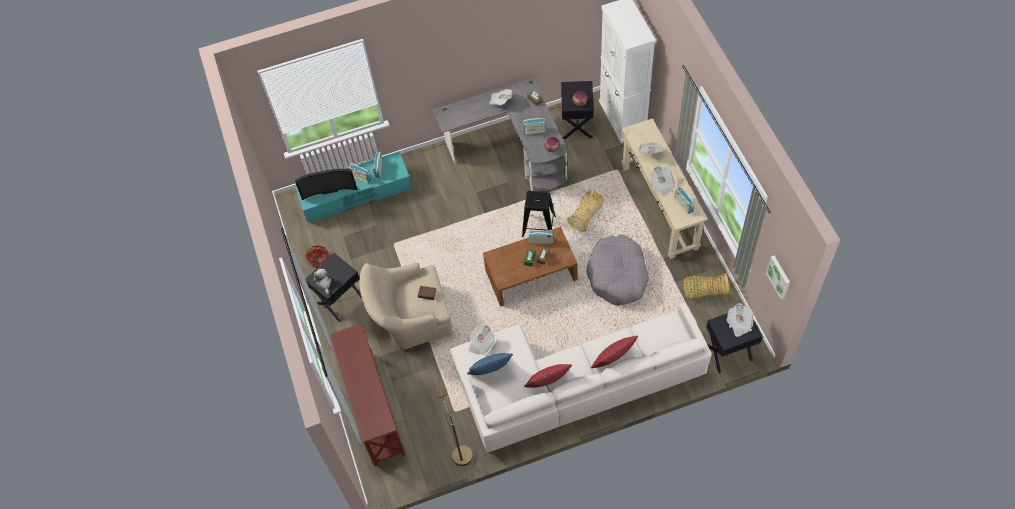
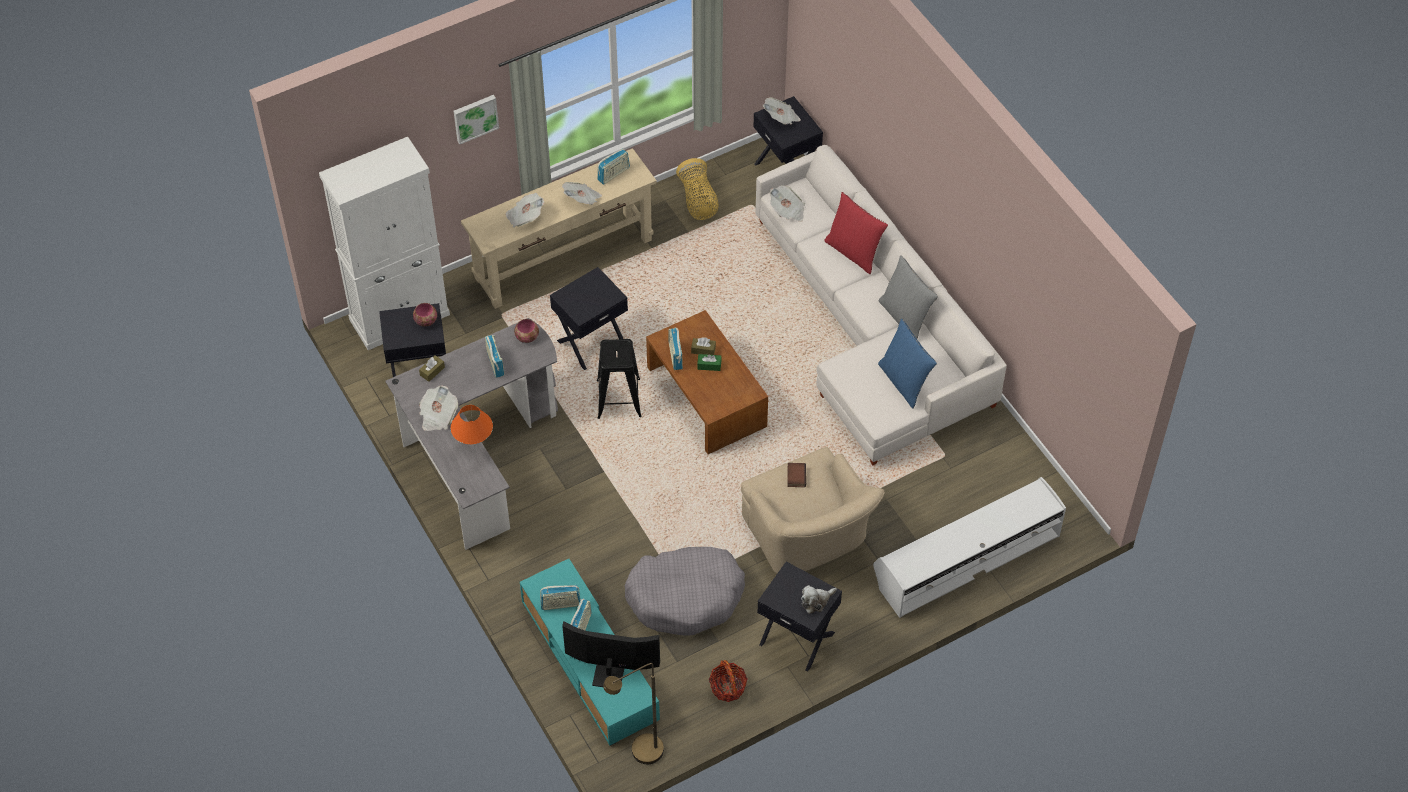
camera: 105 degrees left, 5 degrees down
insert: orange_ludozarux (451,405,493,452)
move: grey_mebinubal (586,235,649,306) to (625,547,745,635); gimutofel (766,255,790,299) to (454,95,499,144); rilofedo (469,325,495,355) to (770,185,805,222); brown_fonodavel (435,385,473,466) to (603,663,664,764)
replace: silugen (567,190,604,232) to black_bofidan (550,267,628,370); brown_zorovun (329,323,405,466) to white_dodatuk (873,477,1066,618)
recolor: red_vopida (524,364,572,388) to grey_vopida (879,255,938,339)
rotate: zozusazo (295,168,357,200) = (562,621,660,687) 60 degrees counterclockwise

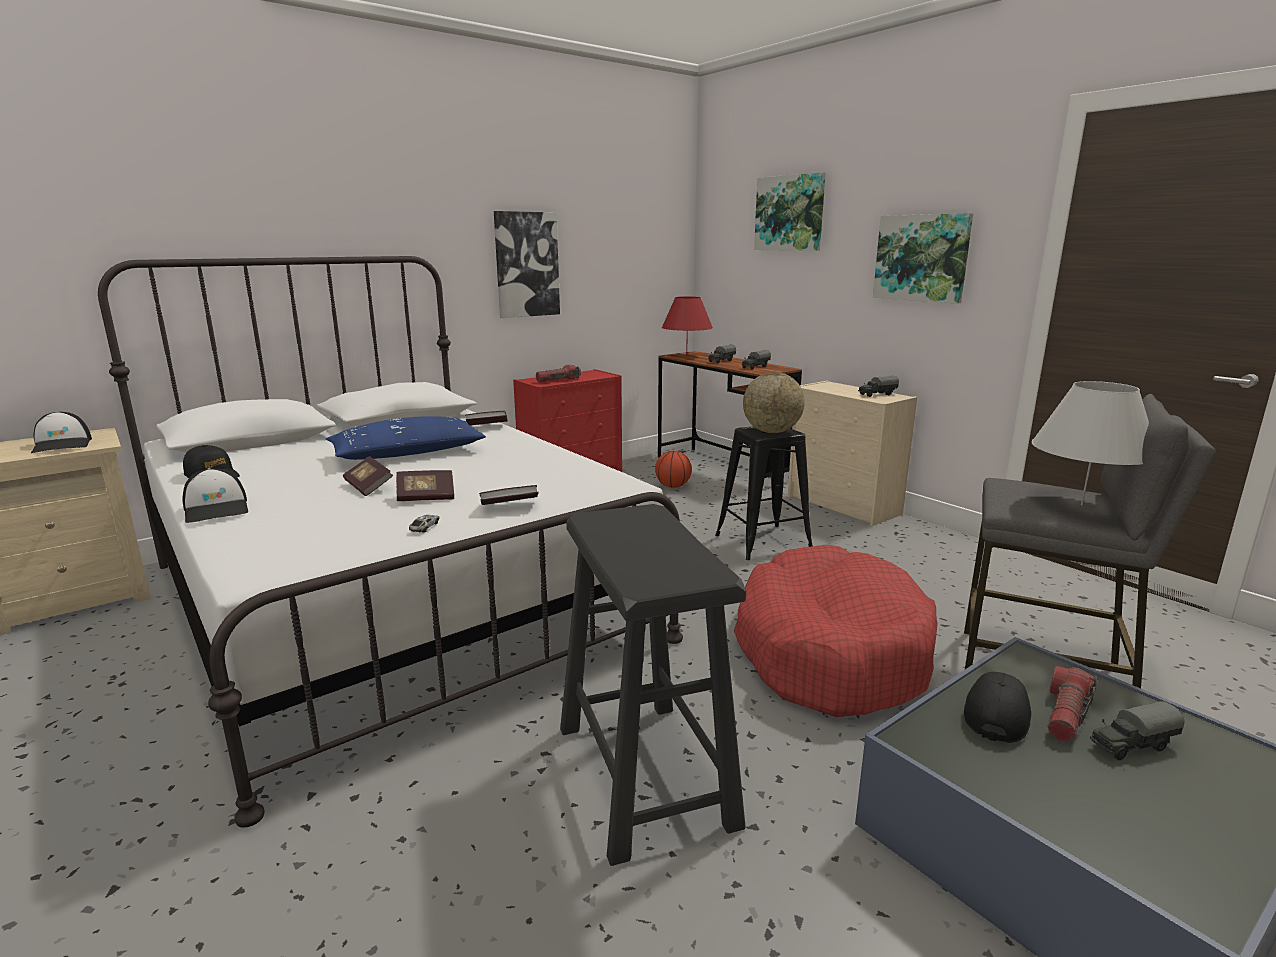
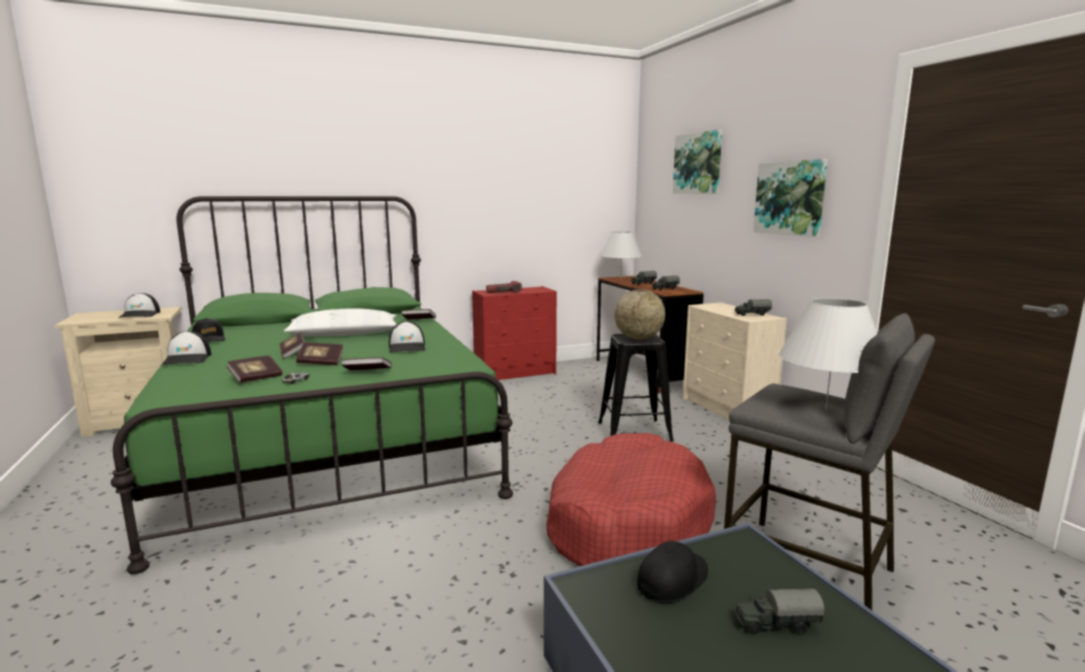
camera: 15 degrees right, 5 degrees down
delete: gimutofel (494,211,560,318); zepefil (655,451,692,488); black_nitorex (560,504,746,866); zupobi (1048,666,1097,742)
insert: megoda (389,321,425,353); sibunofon (226,355,283,383)
recolor: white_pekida (98,256,683,828) to green_pekida (111,196,513,574); red_ludozarux (662,296,713,356) to white_ludozarux (601,231,643,279); blue_vopida (326,416,486,460) to white_vopida (284,308,397,336)

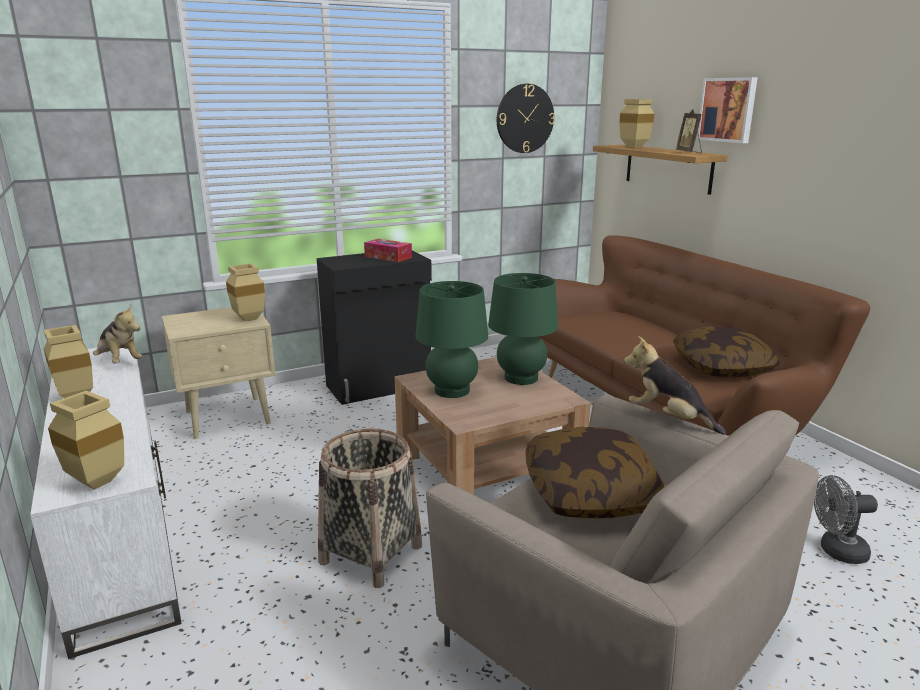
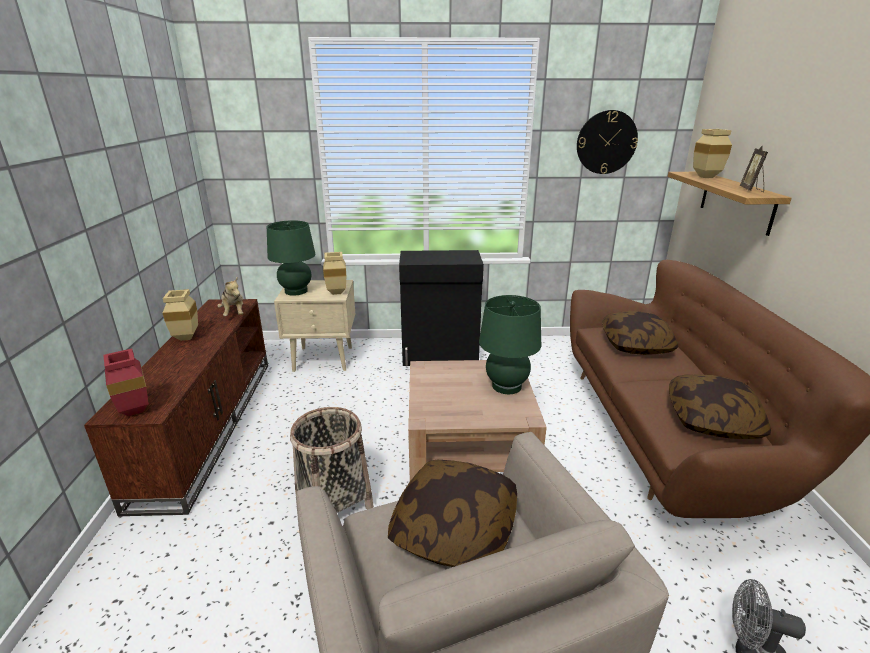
camera: 25 degrees right, 5 degrees up
delete: gimutofel (697,77,758,143); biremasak (364,239,412,262); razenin (624,336,726,435)
insert: vopida (602,311,678,355)
move: green_ludozarux (415,281,488,398) to (267,220,315,296)
recolor: white_dodatuk (30,348,181,659) to brown_dodatuk (84,299,268,516); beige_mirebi (48,391,124,490) to red_mirebi (103,349,149,416)

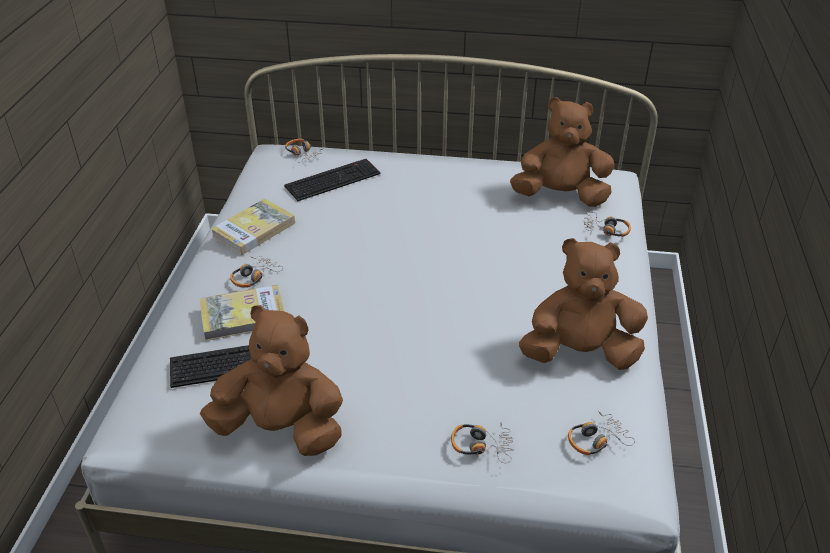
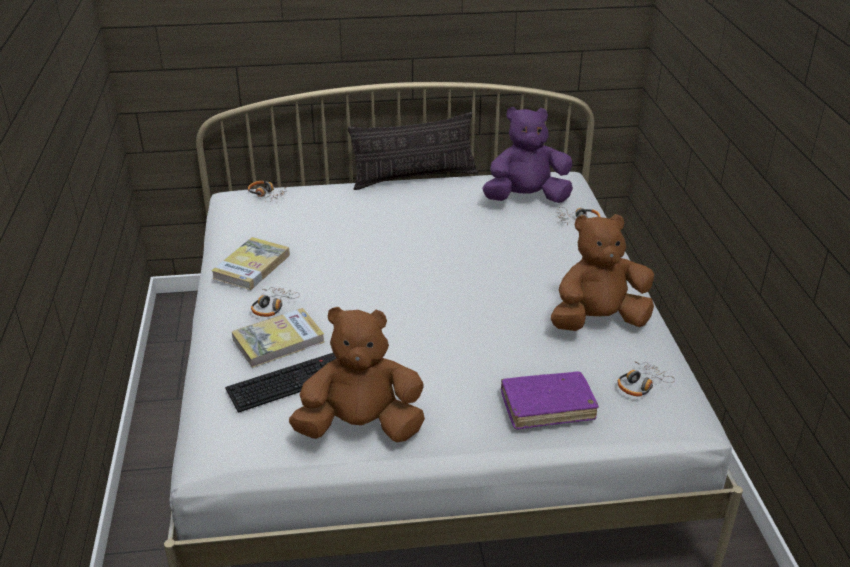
camera: 15 degrees left, 5 degrees down
delete: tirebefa (284,159,381,201)
insert: vopida (348,112,478,190)
replace: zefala (451,422,514,463) to purple_sibunofon (501,372,599,430)
recolor: brown_razenin (510,97,614,207) to purple_razenin (482,107,573,203)

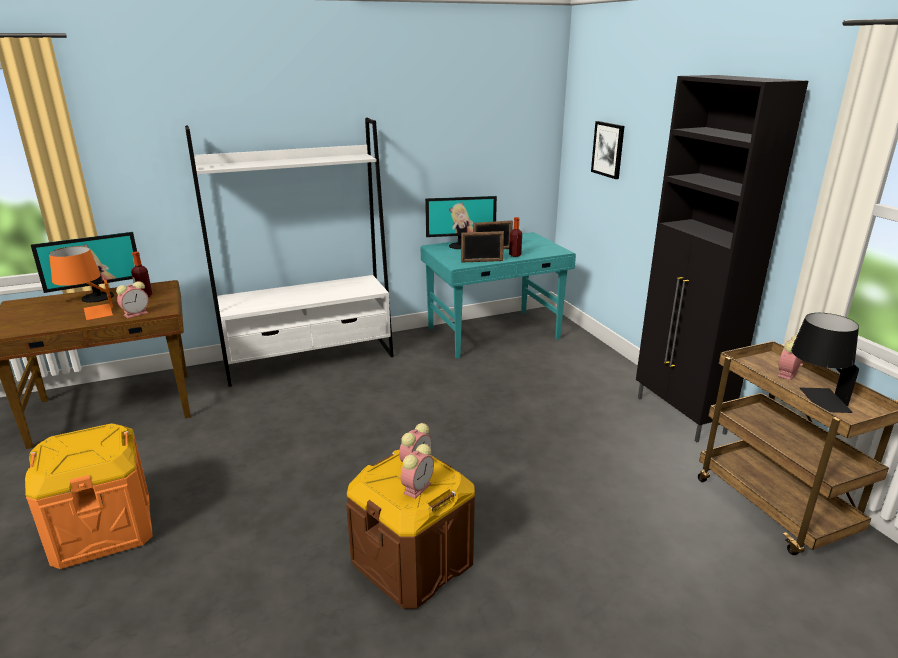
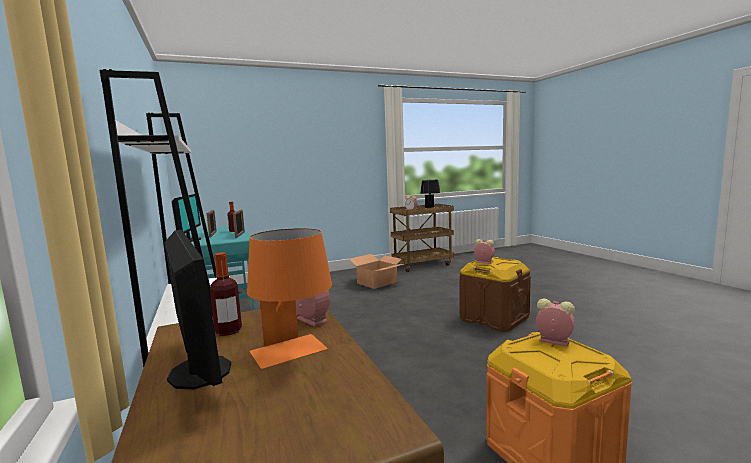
camera: 90 degrees left, 15 degrees down
delete: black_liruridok (636,75,808,443); gimutofel (591,121,624,179)
insert: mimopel (349,254,404,289)
move: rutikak (401,444,434,499) to (536,298,575,347)

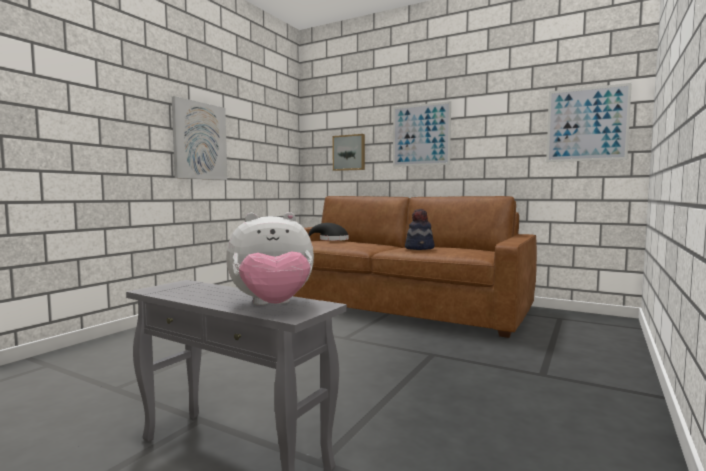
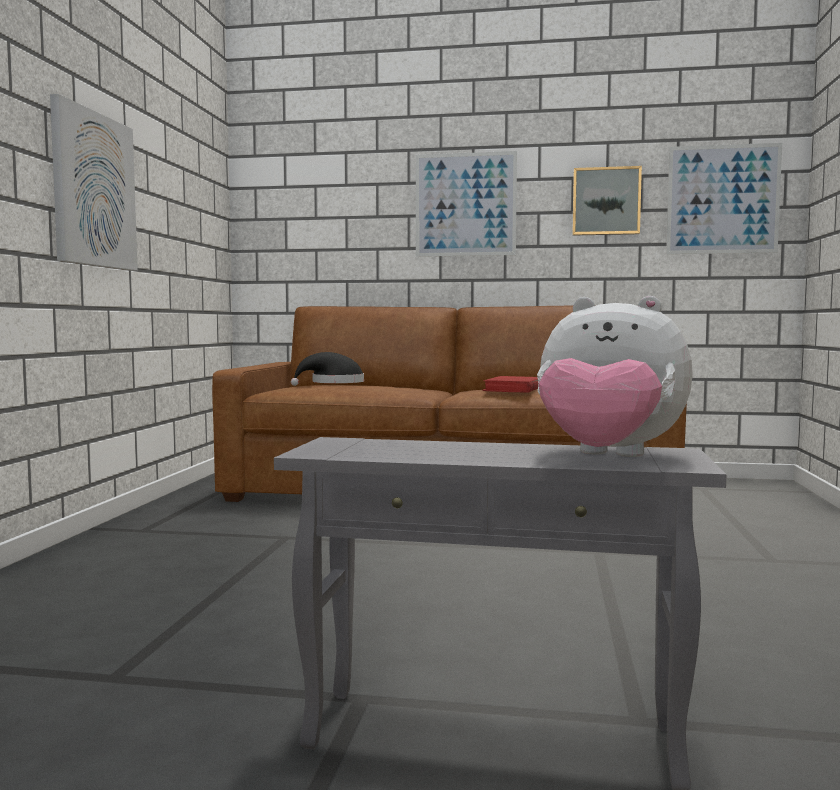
camera: 20 degrees left, 0 degrees up
move: gimutofel (333,134,365,171) to (572,166,642,236)
replace: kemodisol (405,209,434,250) to red_sibunofon (482,376,538,393)
rotate: razenin (226,212,314,305) = (537,296,693,457) 60 degrees clockwise

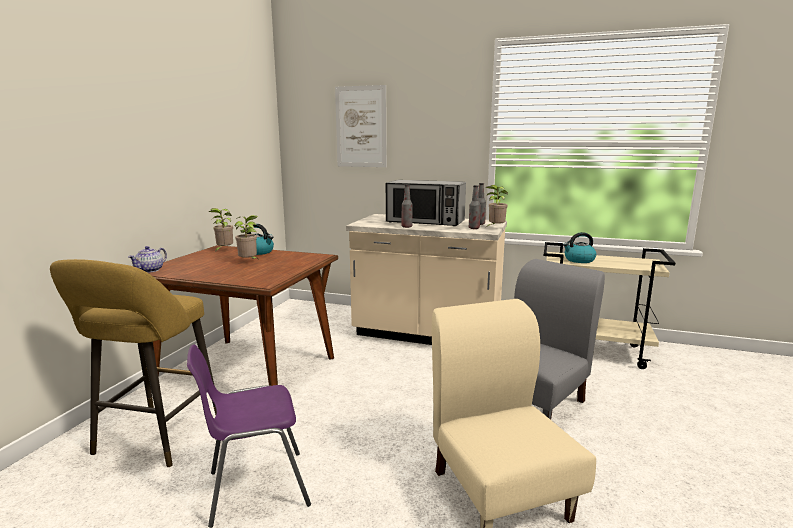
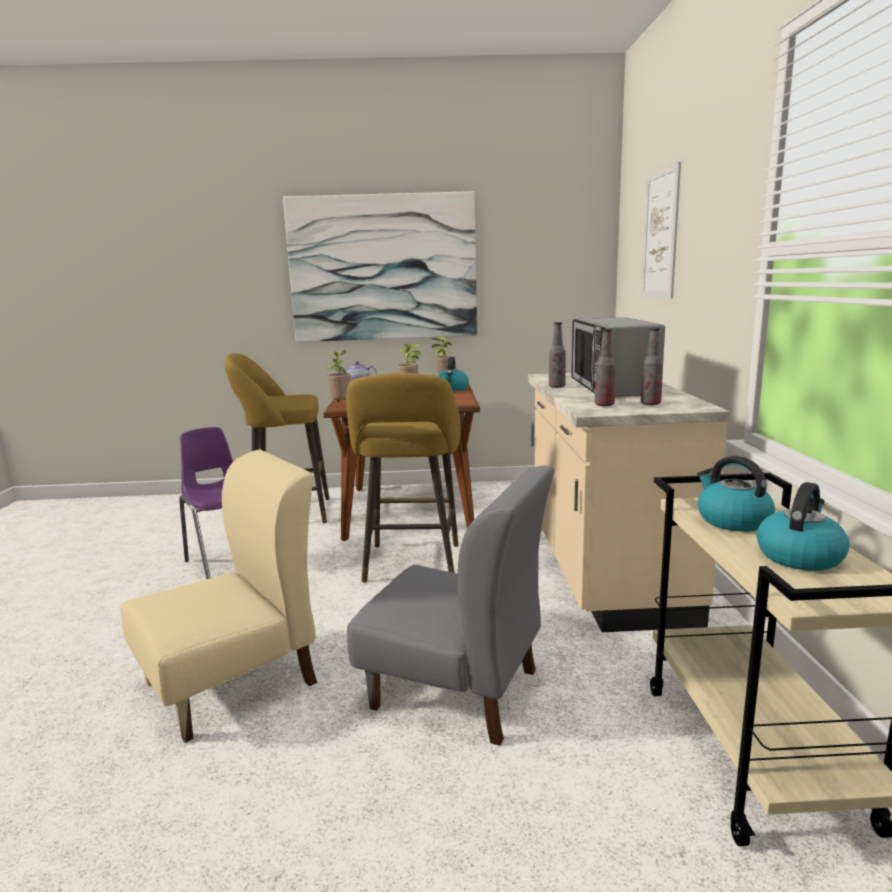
camera: 70 degrees right, 0 degrees up
insert: gimutofel (283,191,477,342); yellow_nitorex (346,373,460,582); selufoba (757,482,850,571)
move: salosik (486,185,508,227) to (327,350,351,402)

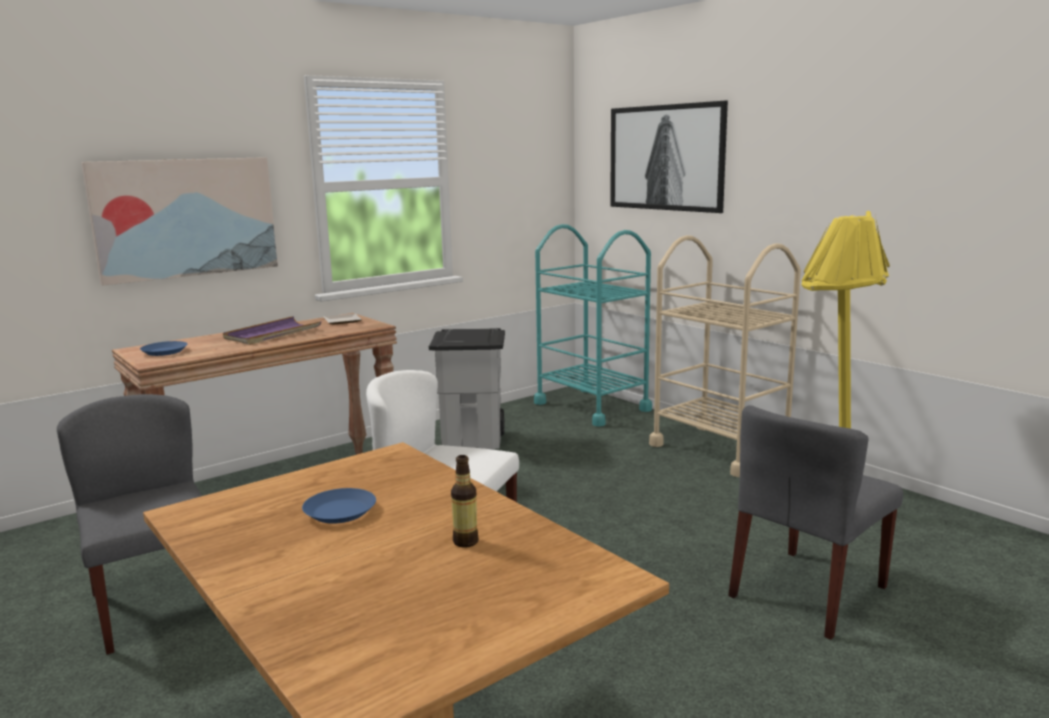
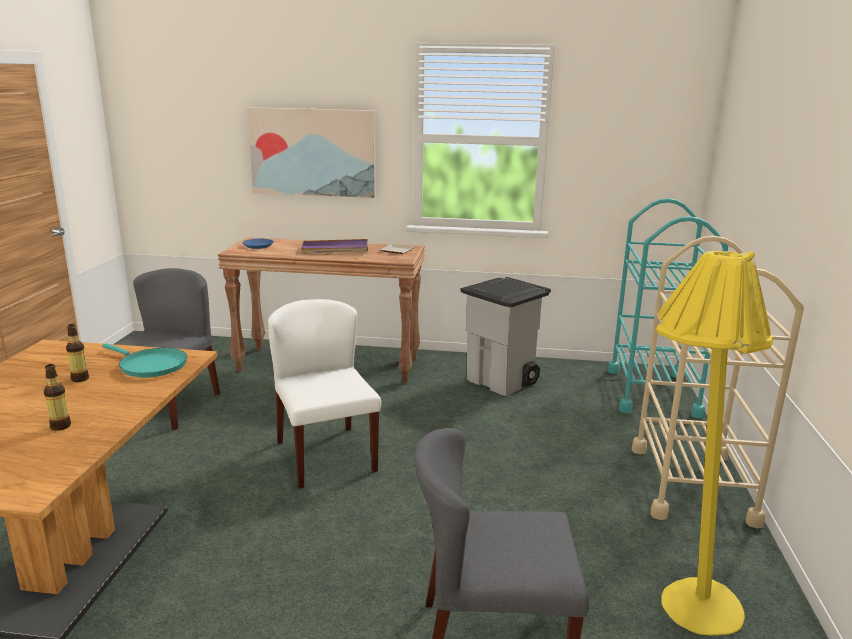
camera: 45 degrees right, 5 degrees up
delete: gimutofel (610,101,728,213)
insert: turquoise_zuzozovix (102,343,187,377)
replace: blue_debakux (302,488,376,524) to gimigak (66,324,89,382)

